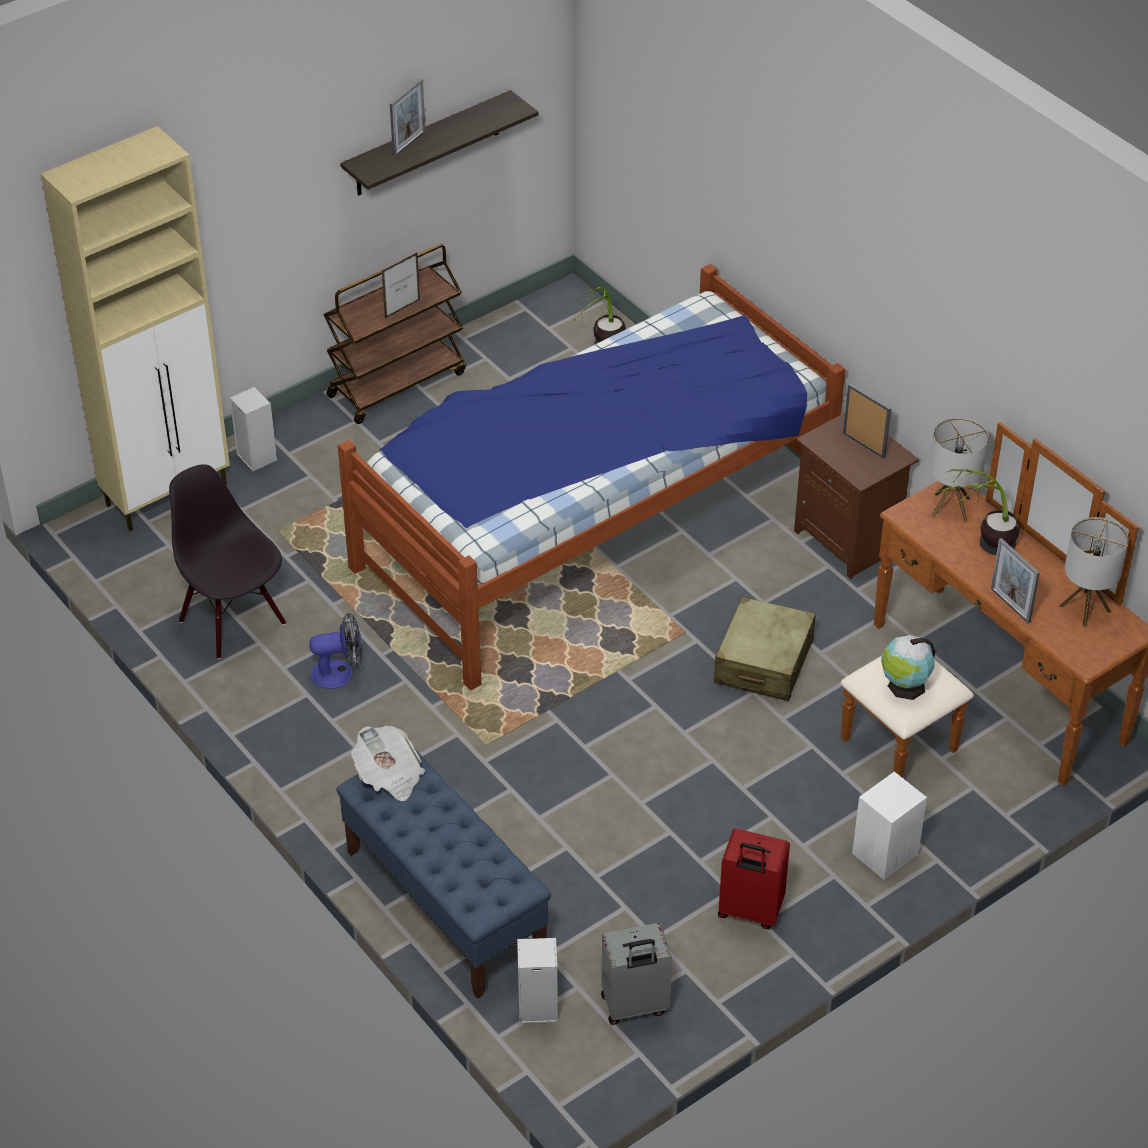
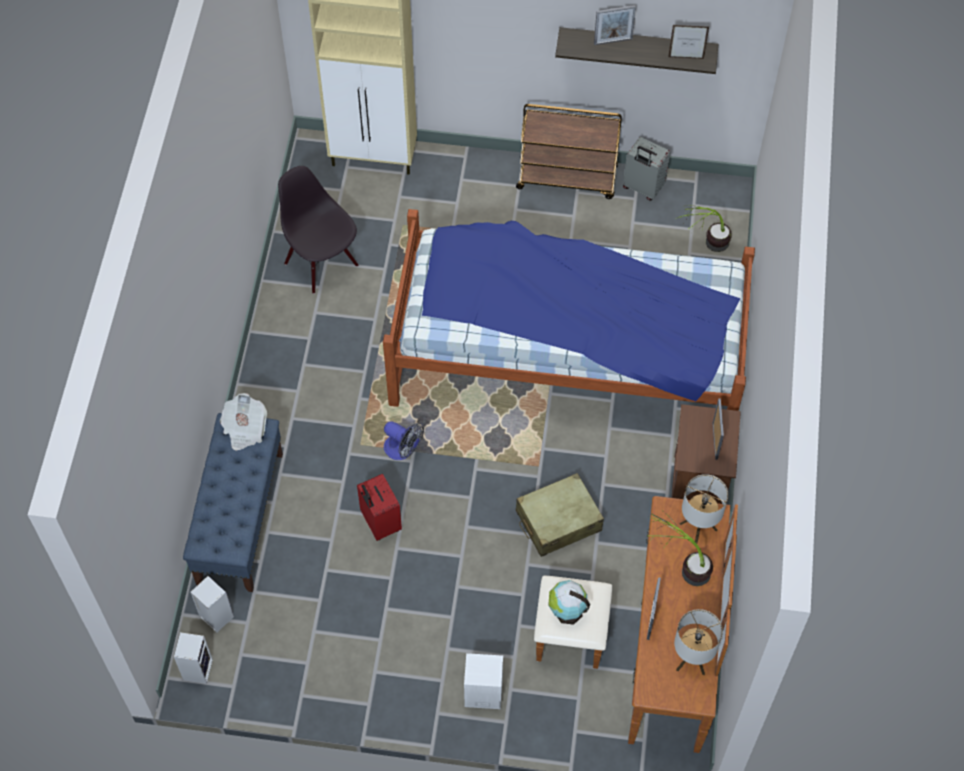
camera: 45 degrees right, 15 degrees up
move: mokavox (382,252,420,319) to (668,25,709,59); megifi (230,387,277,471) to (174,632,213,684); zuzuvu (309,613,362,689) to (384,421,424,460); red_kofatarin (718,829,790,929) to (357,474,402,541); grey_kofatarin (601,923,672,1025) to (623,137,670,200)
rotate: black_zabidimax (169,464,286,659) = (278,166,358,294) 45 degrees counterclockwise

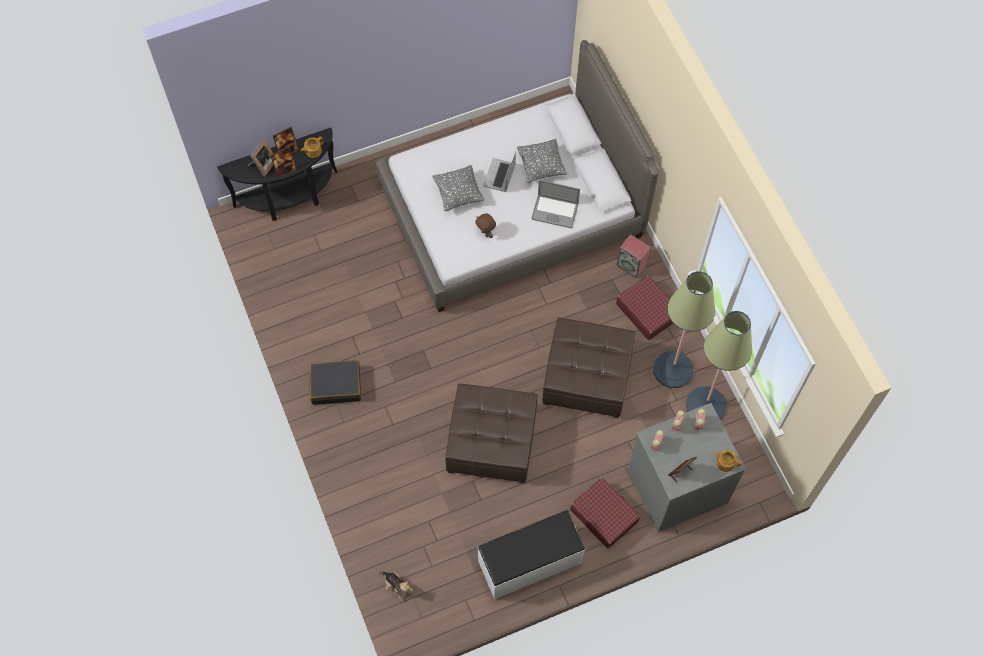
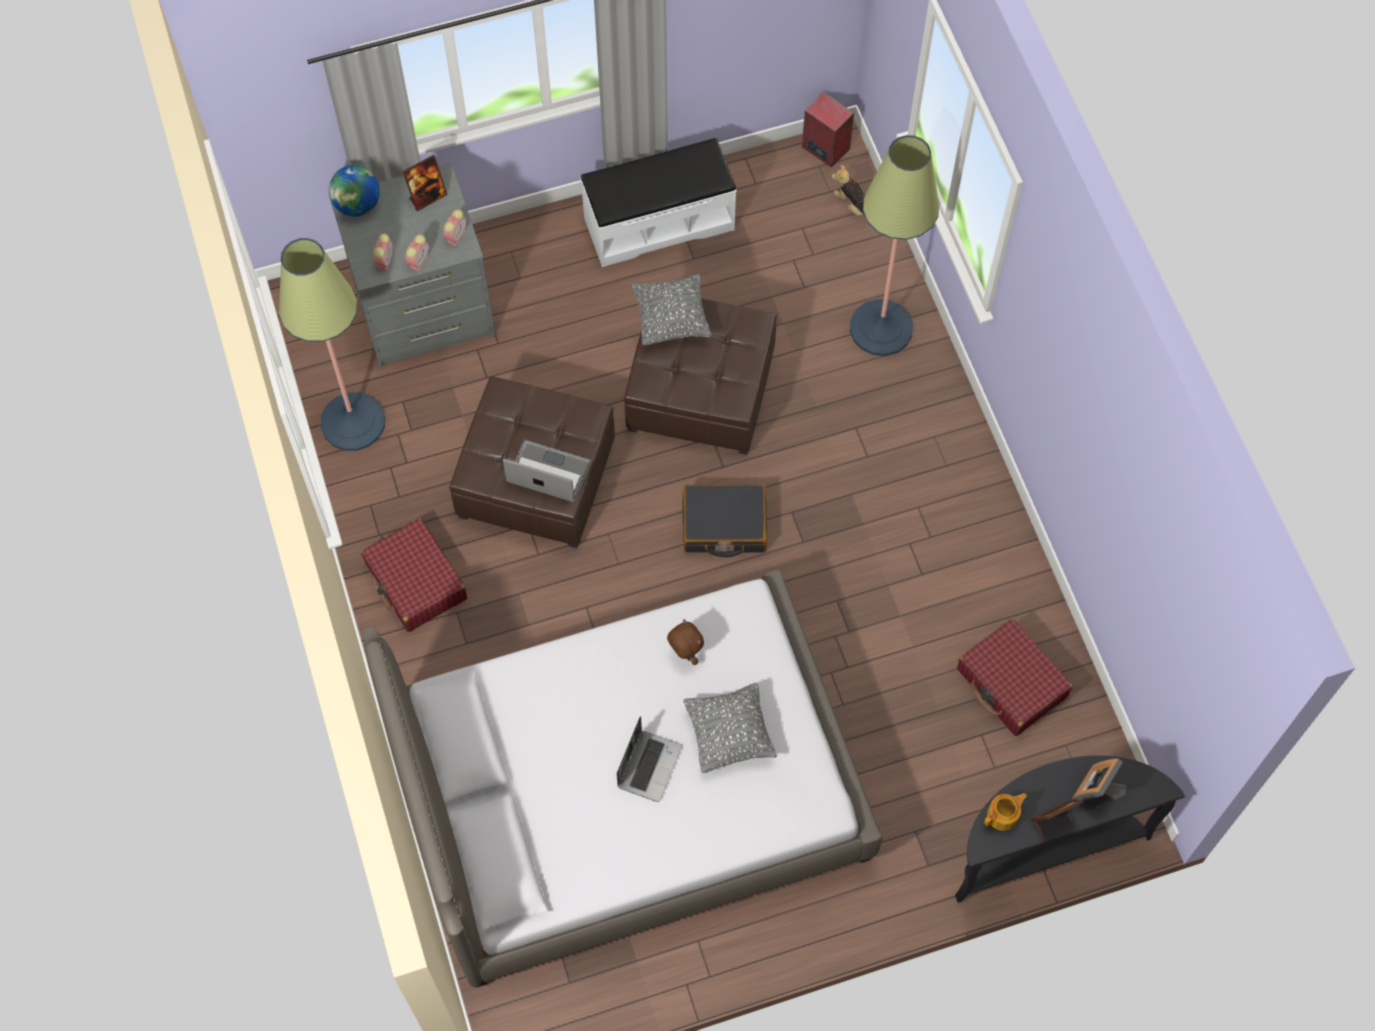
camera: 175 degrees left, 0 degrees up
delete: mokavox (270,147,297,178)
move: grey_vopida (517,139,567,183) to (632,274,711,345); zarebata (531,180,580,229) to (503,440,591,502); megifi (616,234,651,279) to (802,92,854,168); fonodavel (653,271,715,388) to (850,135,939,356); black_kofatarin (309,360,361,405) to (683,484,767,557); red_kofatarin (570,477,640,549) to (957,619,1073,736)
replace: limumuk (713,450,742,472) to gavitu (329,165,380,217)

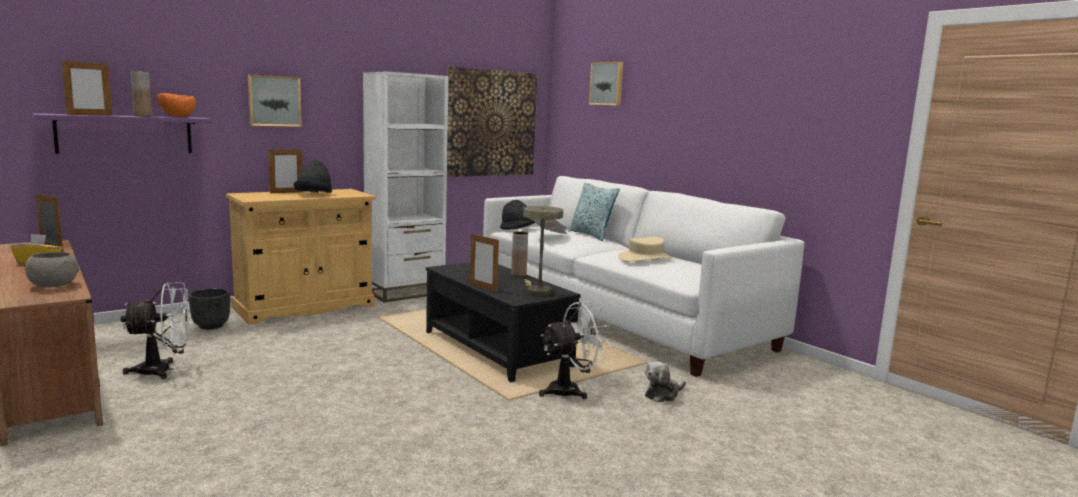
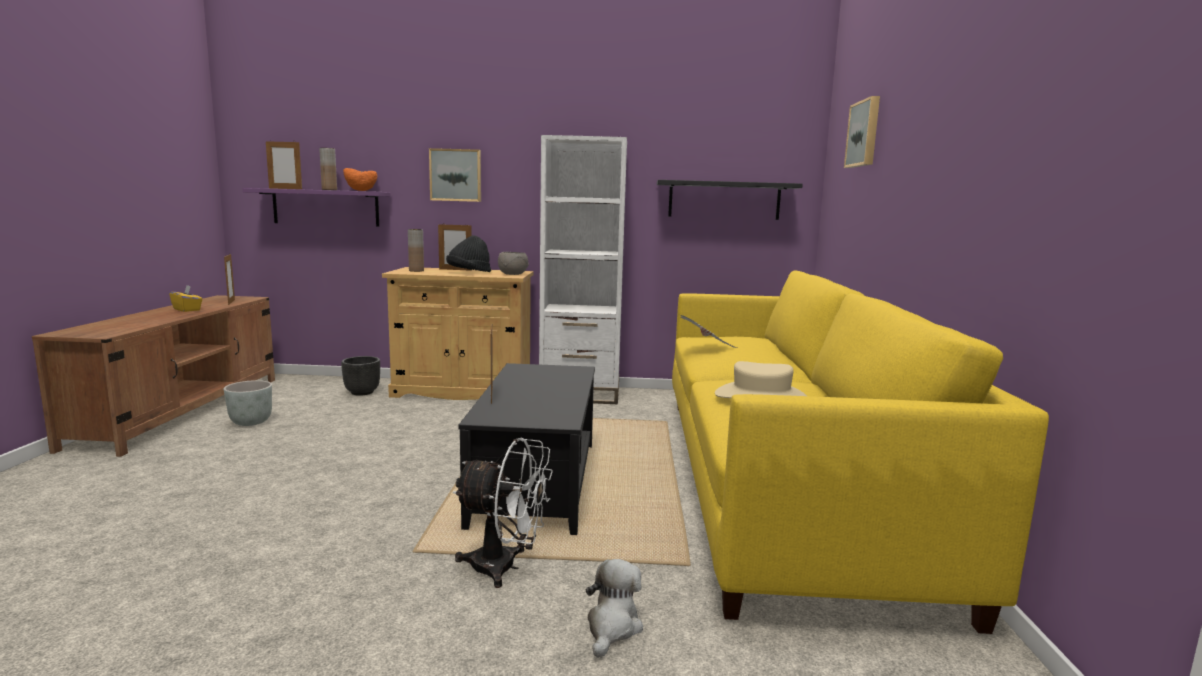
camera: 40 degrees right, 0 degrees up
delete: vopida (568,183,620,241); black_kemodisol (500,200,535,230); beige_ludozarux (523,206,563,296)
move: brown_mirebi (511,231,528,277) to (408,229,424,272); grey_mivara (25,252,79,288) to (498,252,529,275)
replace: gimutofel (447,67,537,177) to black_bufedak (657,180,803,220); white_zuzuvu (121,282,190,379) to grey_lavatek (224,380,272,426)
recolor: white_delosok (483,176,804,377) to yellow_delosok (672,270,1049,634)
rotate: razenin (645,361,686,402) = (586,559,643,658) 105 degrees clockwise

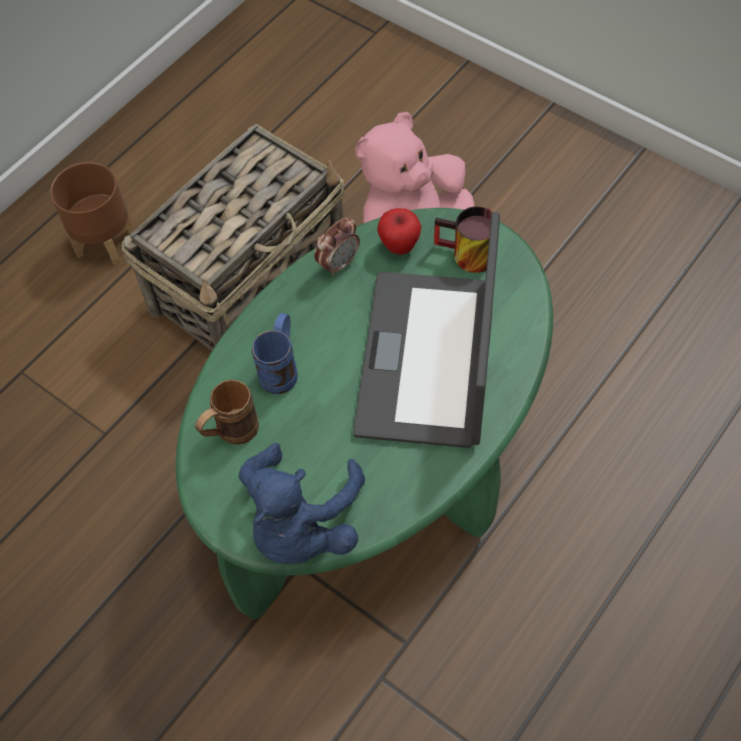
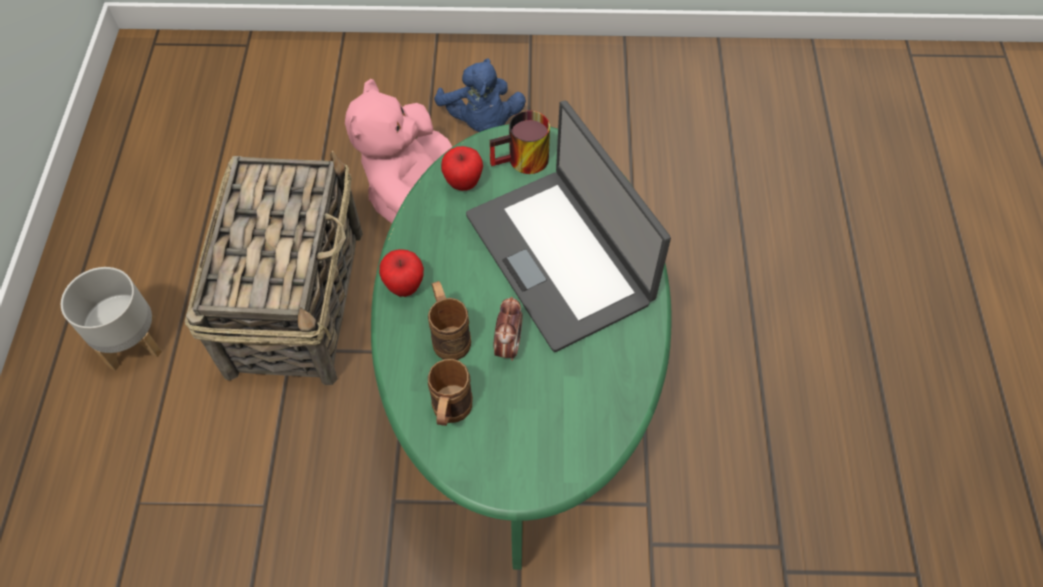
camera: 40 degrees left, 0 degrees up
insert: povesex (379,249,424,297)
move: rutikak (314,217,360,277) to (494,297,523,361); blue_razenin (239,443,365,564) to (434,59,526,132)
recolor: brown_lavatek (50,162,135,266) to grey_lavatek (61,267,162,371); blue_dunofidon (252,313,298,394) to brown_dunofidon (428,281,471,360)

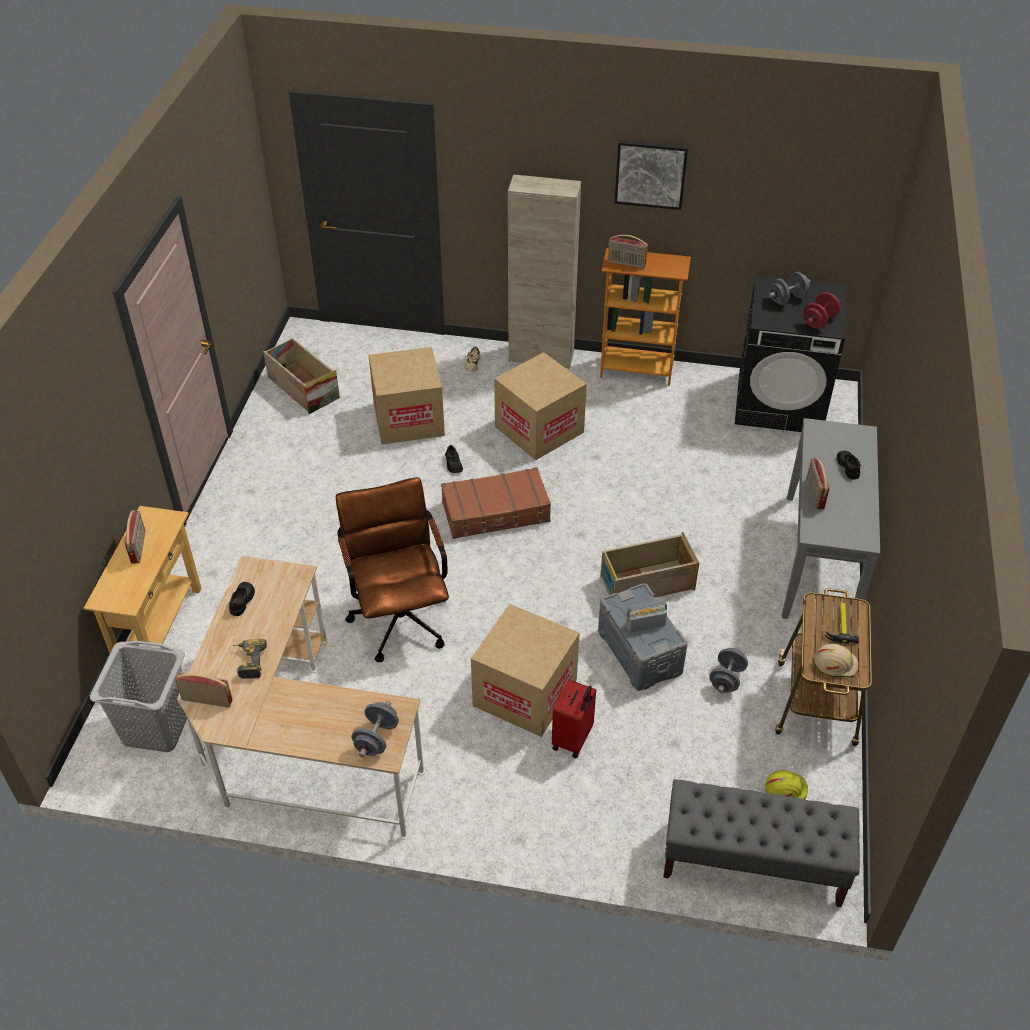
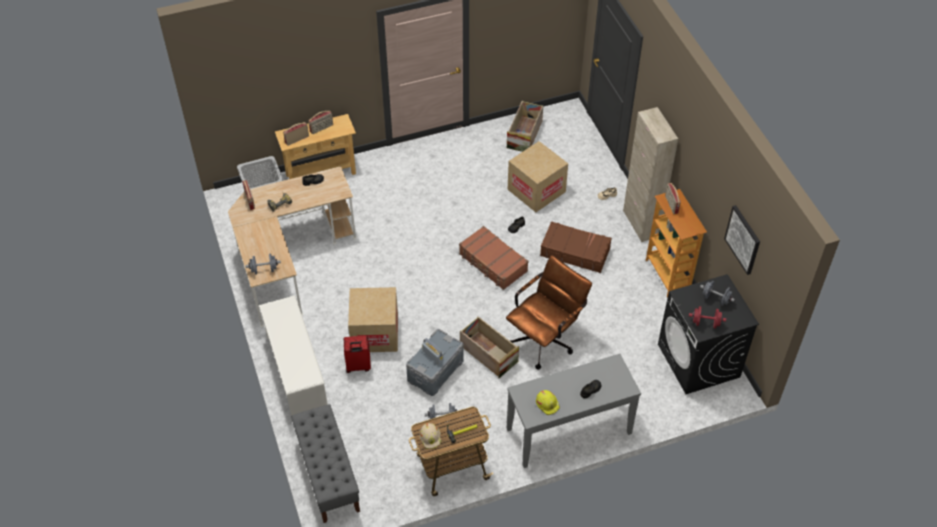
camera: 60 degrees right, 5 degrees up
insert: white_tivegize (259,295,328,416)
move: gimutofel (614,140,688,210) to (724,205,760,275); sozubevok (806,458,829,509) to (283,122,309,146); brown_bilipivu (336,477,449,662) to (506,255,592,370); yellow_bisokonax (765,770,808,799) to (536,390,560,415)
replace: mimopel (494,352,587,460) to brown_kofatarin (540,221,612,273)

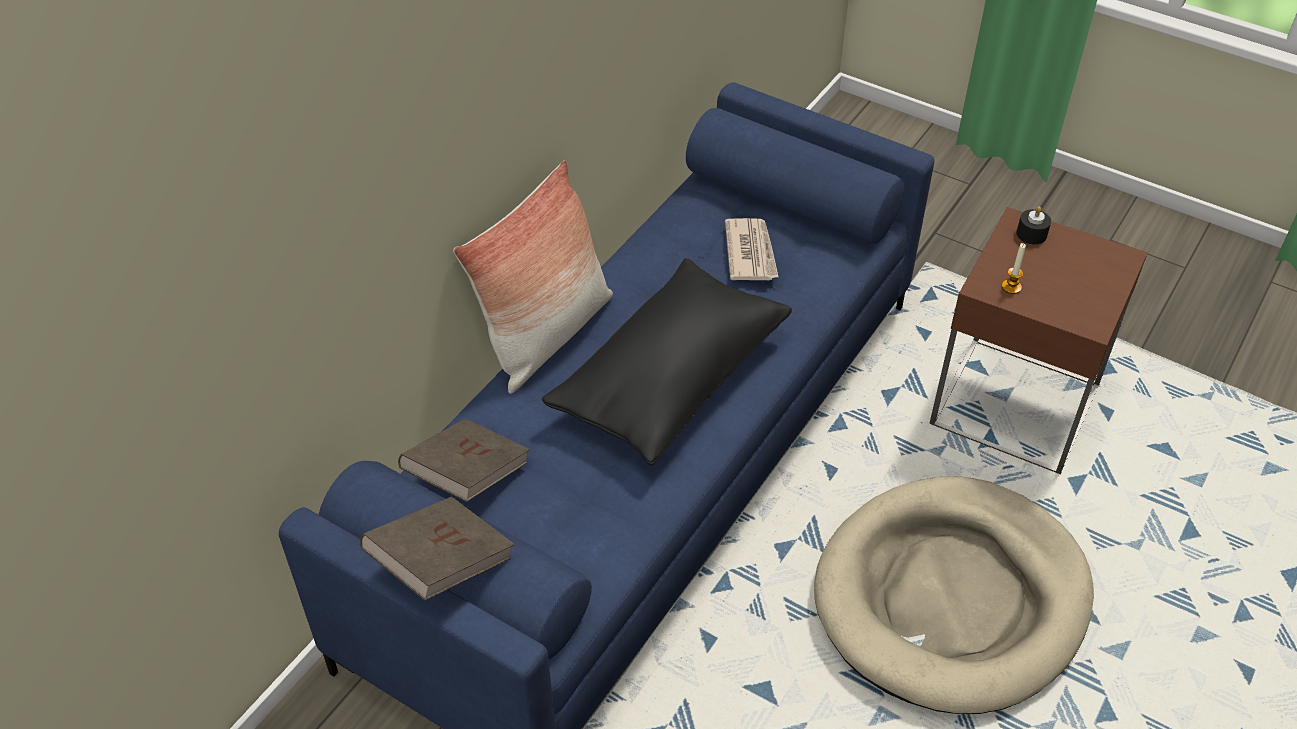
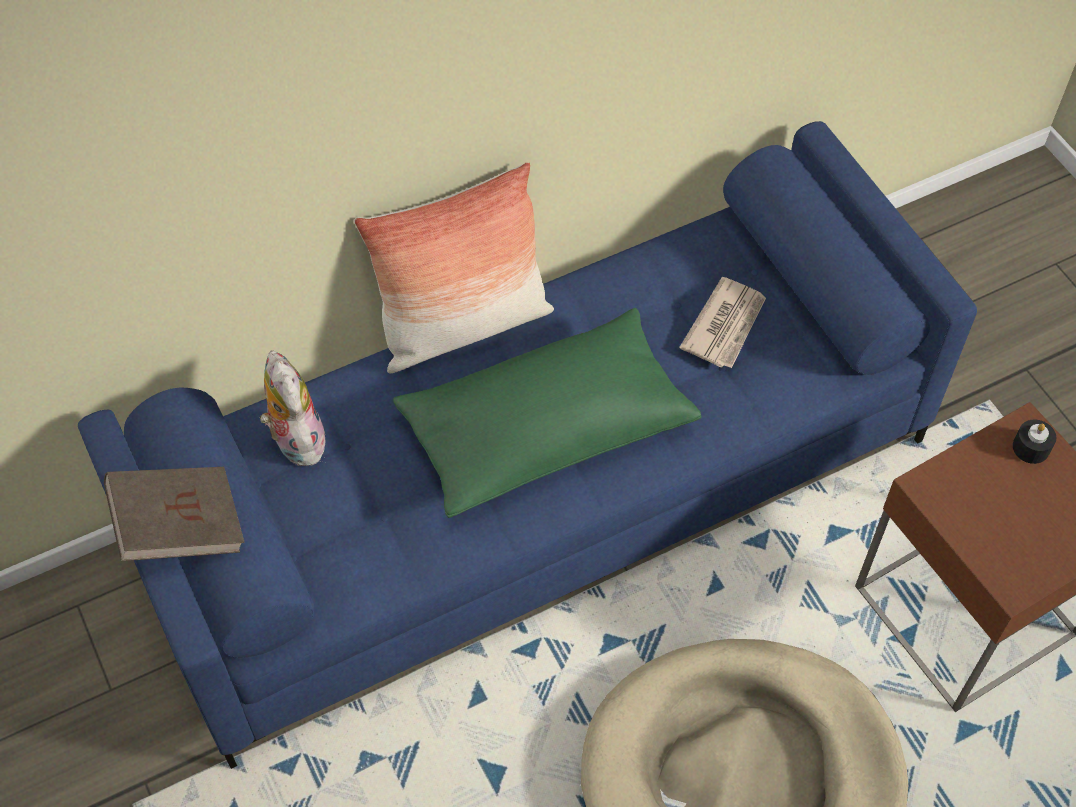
camera: 30 degrees right, 10 degrees up
delete: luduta (1002,243,1026,294)
replace: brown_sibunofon (398,419,530,502) to razenin (260,350,331,466)
recolor: black_vopida (542,258,792,466) to green_vopida (393,308,701,518)

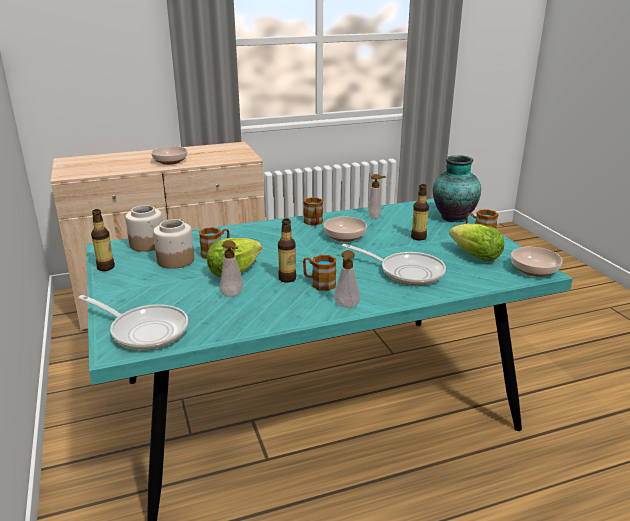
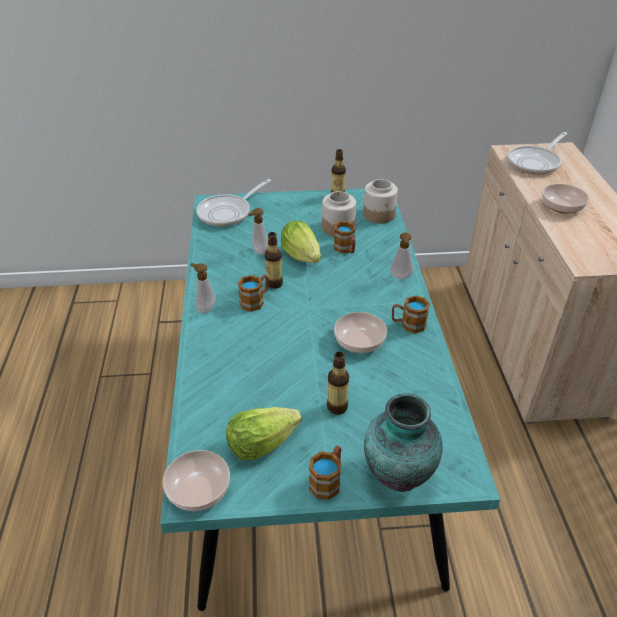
camera: 105 degrees right, 15 degrees up
move: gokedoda (368,174,386,219) to (390,232,413,279); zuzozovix (342,244,446,285) to (508,132,568,174)

